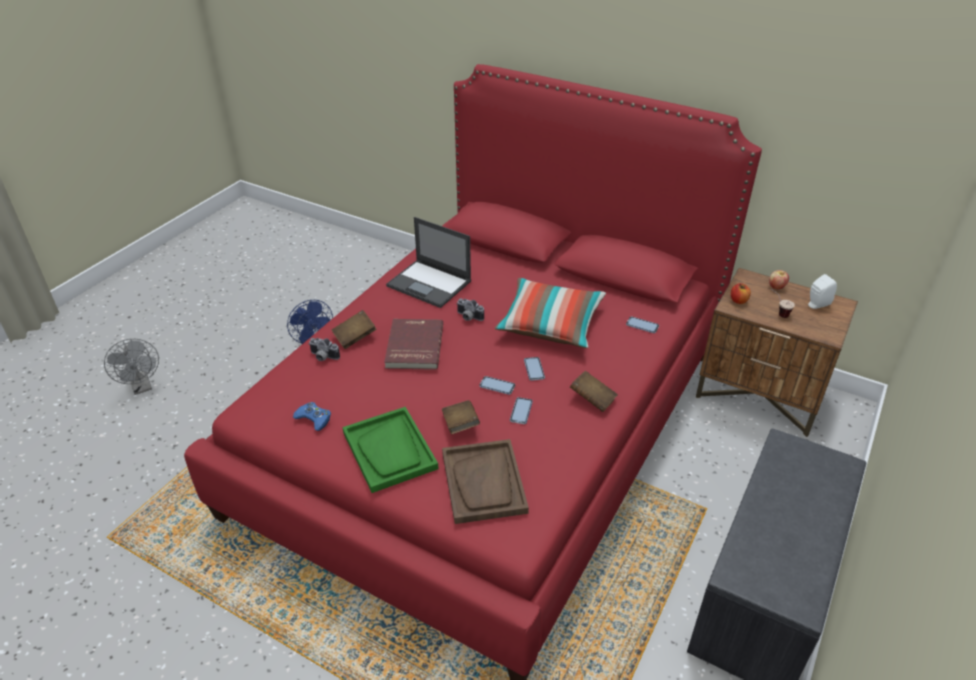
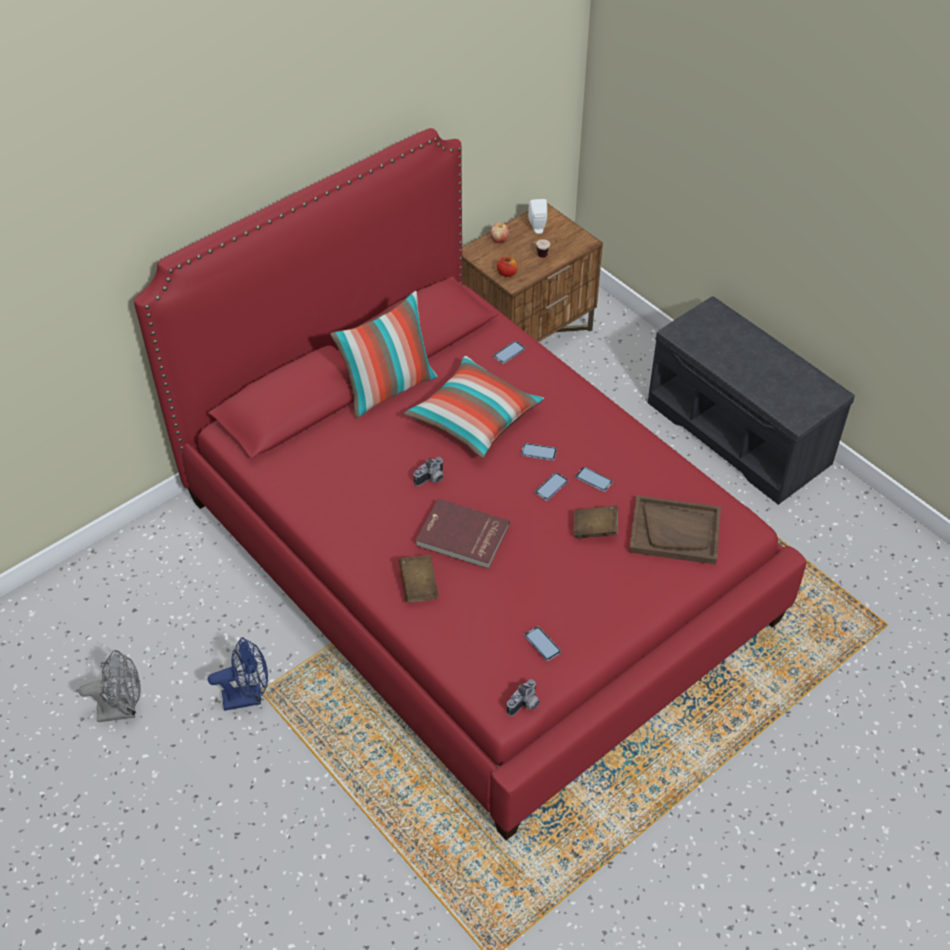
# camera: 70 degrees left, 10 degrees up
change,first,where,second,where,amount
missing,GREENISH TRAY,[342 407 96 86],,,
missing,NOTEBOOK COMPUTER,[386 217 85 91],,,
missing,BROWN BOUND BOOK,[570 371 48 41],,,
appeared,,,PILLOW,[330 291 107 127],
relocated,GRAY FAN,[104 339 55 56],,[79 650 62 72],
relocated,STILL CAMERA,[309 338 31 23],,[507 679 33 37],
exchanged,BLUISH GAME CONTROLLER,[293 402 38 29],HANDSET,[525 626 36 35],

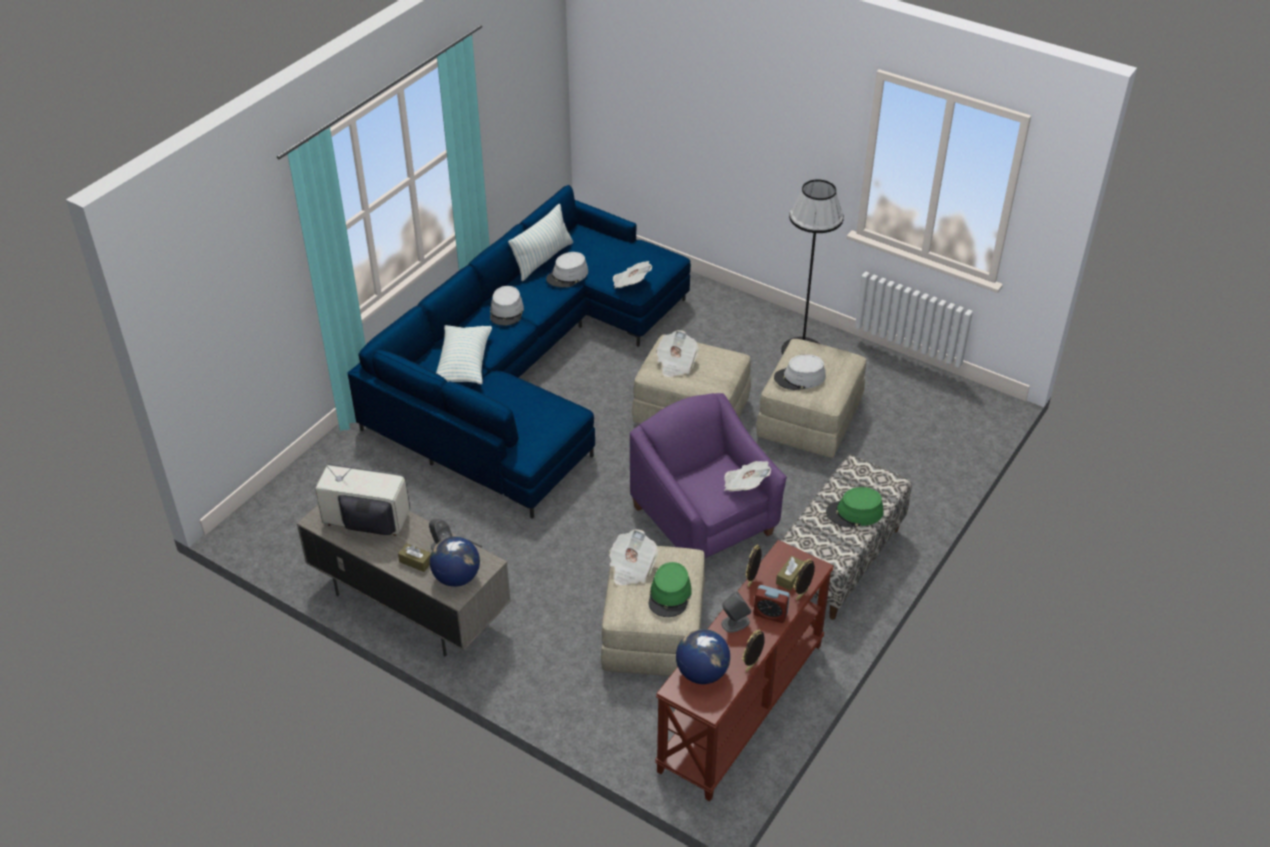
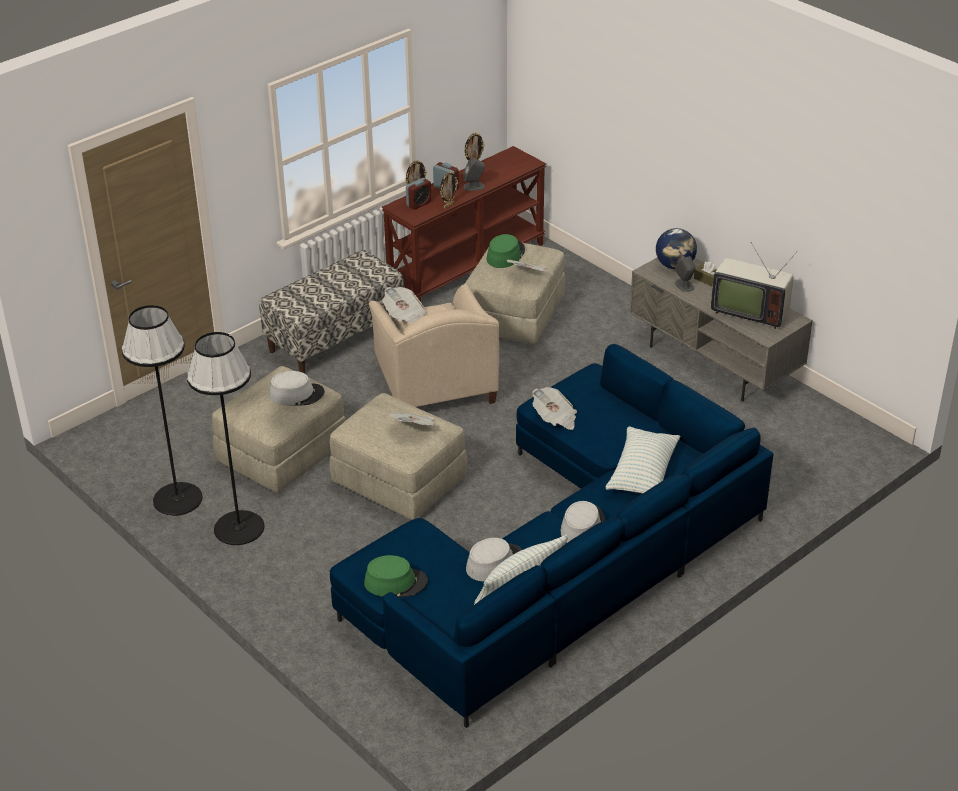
# camera: 165 degrees left, 5 degrees down
change,first,where,second,where,amount
missing,GLOBE,[676 629 54 55],,,
appeared,,,BLACK-COLOURED STANDARD LAMP,[122 305 81 211],
relocated,DAILY PAPER,[613 261 39 28],,[532 387 45 43],
relocated,GREENISH WEARABLE HAT,[826 487 57 40],,[364 555 64 42],
exchanged,BROWN TISSUE HOLDER,[776 556 29 35],TABLE CLOCK,[406 178 25 32],
colour,PURPLE EASY CHAIR,[630 393 157 166],SAND-COLOURED EASY CHAIR,[369 284 130 123],

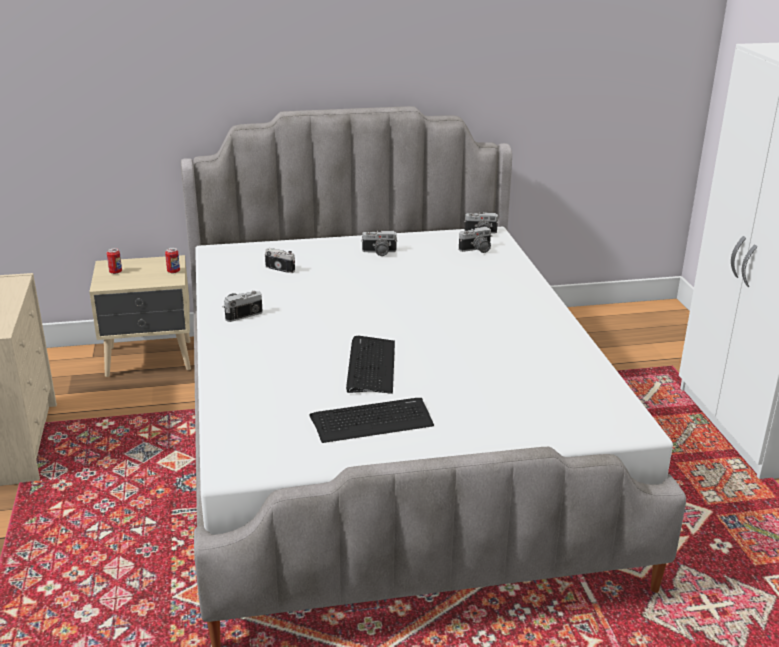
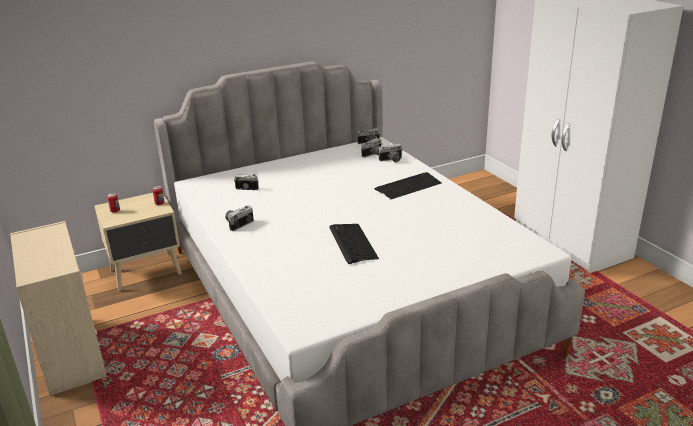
# camera: 15 degrees left, 0 degrees up
change,first,where,second,where,amount
relocated,KEYBOARD,[309 398 125 45],,[375 172 67 27],
relocated,STILL CAMERA,[361 230 36 26],,[379 144 24 18],

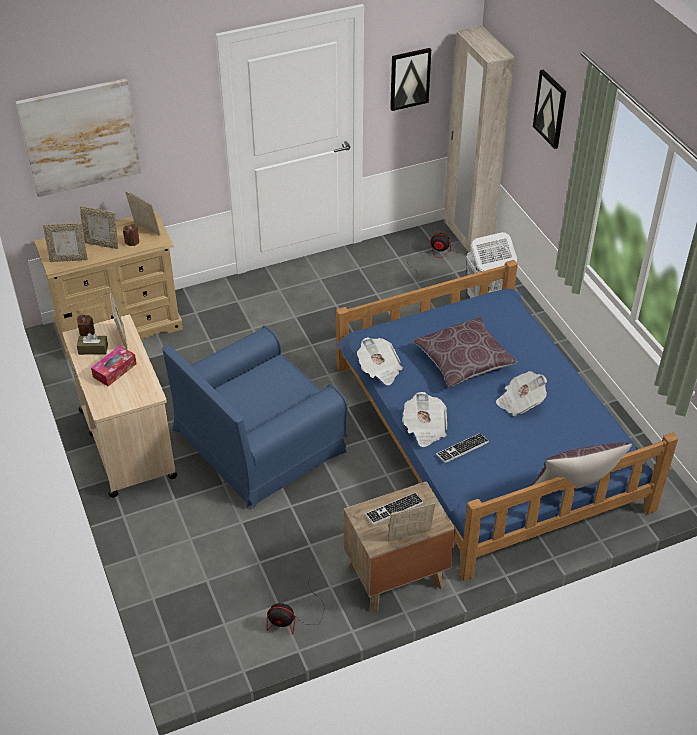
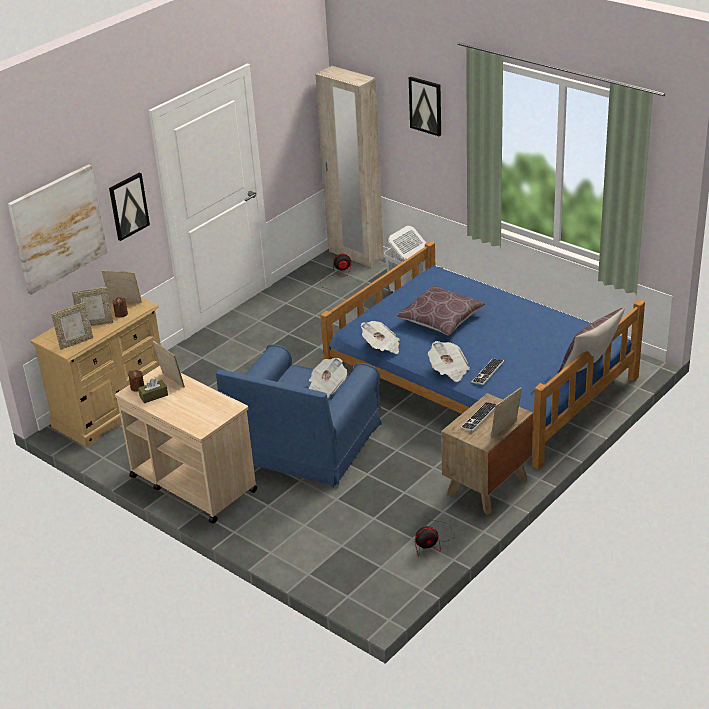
# camera: 25 degrees left, 10 degrees down
change,first,where,second,where,amount
missing,TISSUE HOLDER,[91 346 46 40],,,
relocated,WALL ART,[390 48 41 63],,[109 173 41 68],
relocated,DAILY PAPER,[496 371 51 45],,[309 358 38 40],

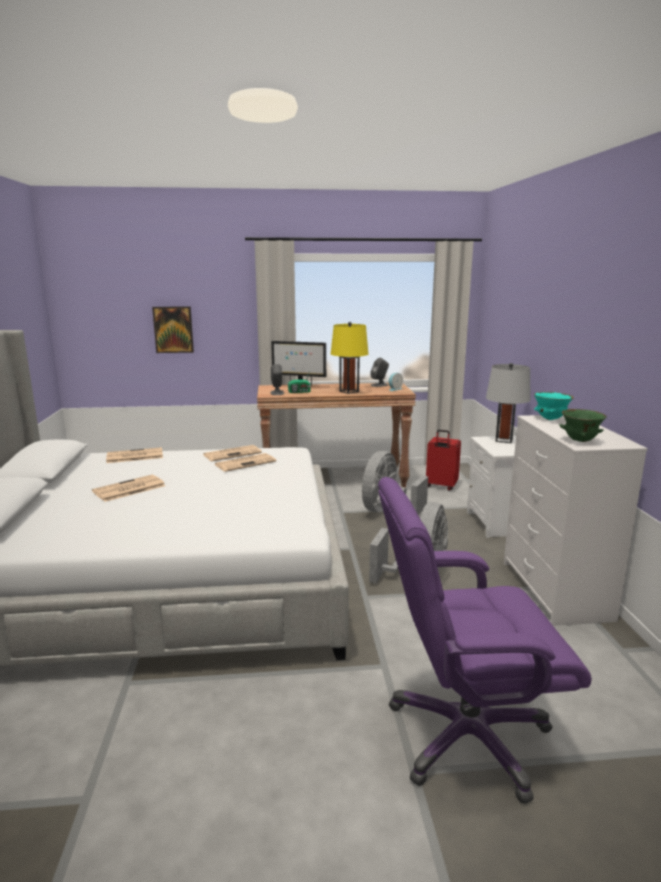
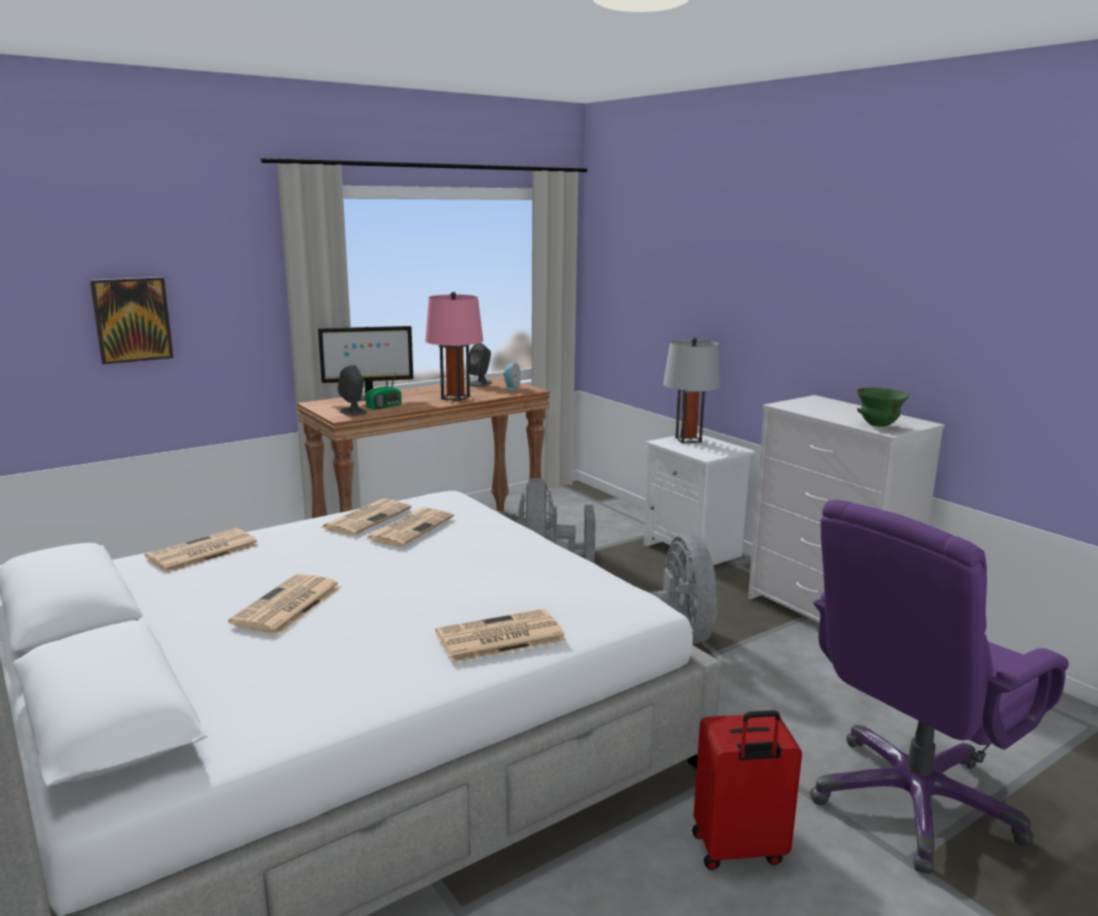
# camera: 30 degrees left, 0 degrees up
change,first,where,second,where,amount
missing,TURQUOISE BOWL,[534 392 40 28],,,
appeared,,,DAILY PAPER,[435 609 131 54],
relocated,RED-COLOURED PIECE OF LUGGAGE,[426 430 35 61],,[692 710 110 160],
colour,YELLOW-COLOURED LAMP FOR A TABLE,[331 322 37 72],PINK-COLOURED LAMP FOR A TABLE,[425 292 58 109],

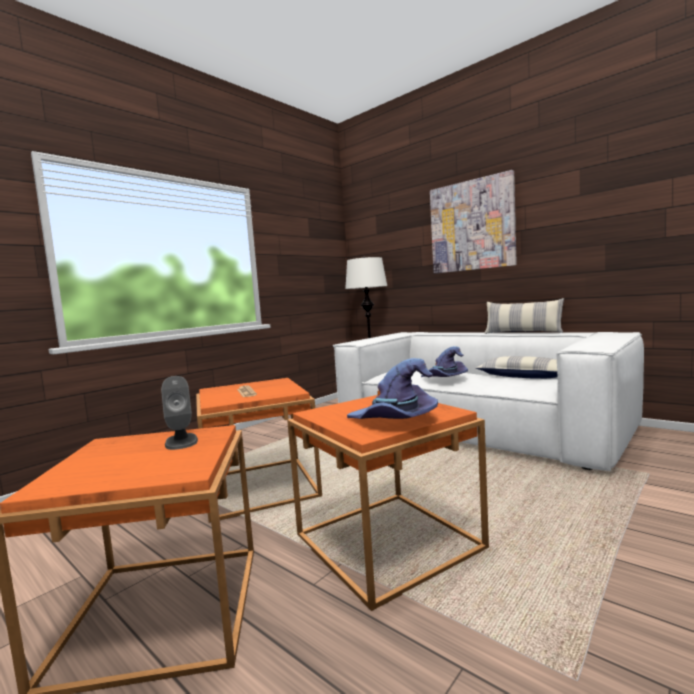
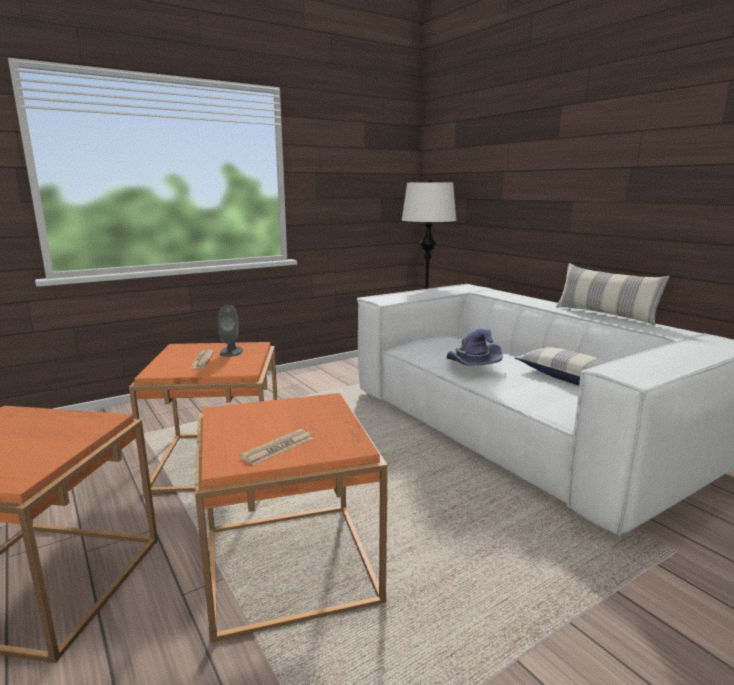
# camera: 15 degrees right, 10 degrees up
change,first,where,second,where,amount
missing,WALL ART,[430 170 87 104],,,
relocated,GRAY SPEAKER,[161 376 37 74],,[218 305 25 52],
exchanged,PURPLE WEARABLE HAT,[347 358 91 61],DAILY PAPER,[240 429 74 36],

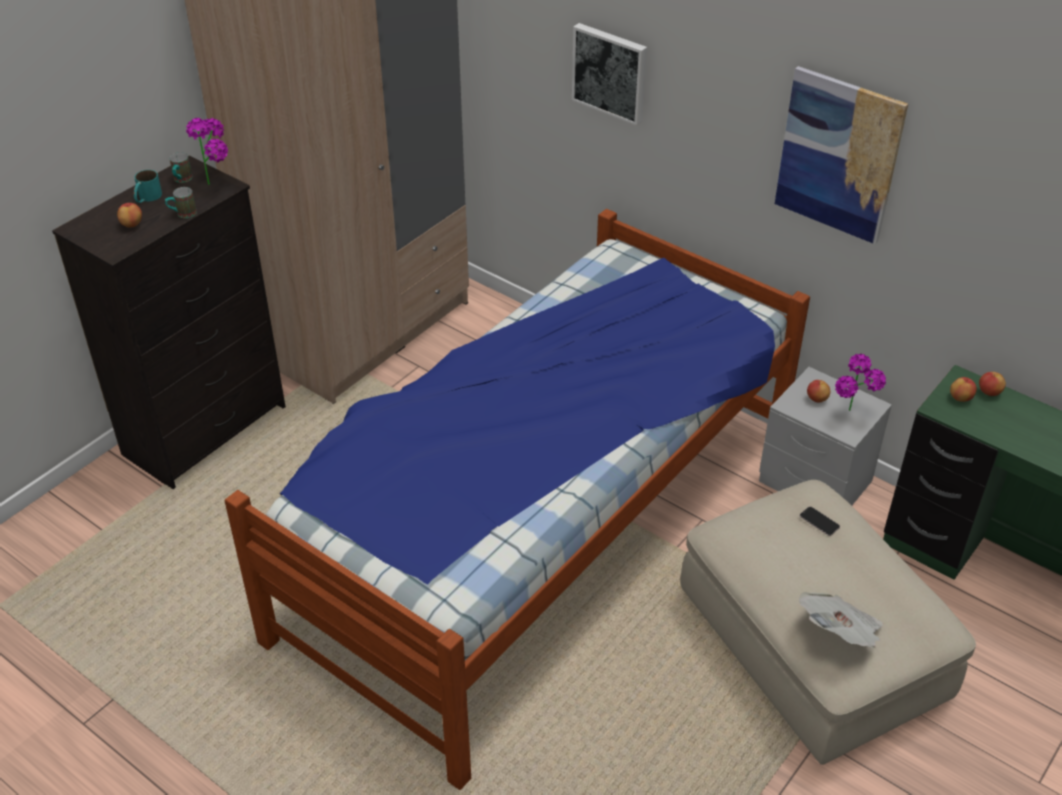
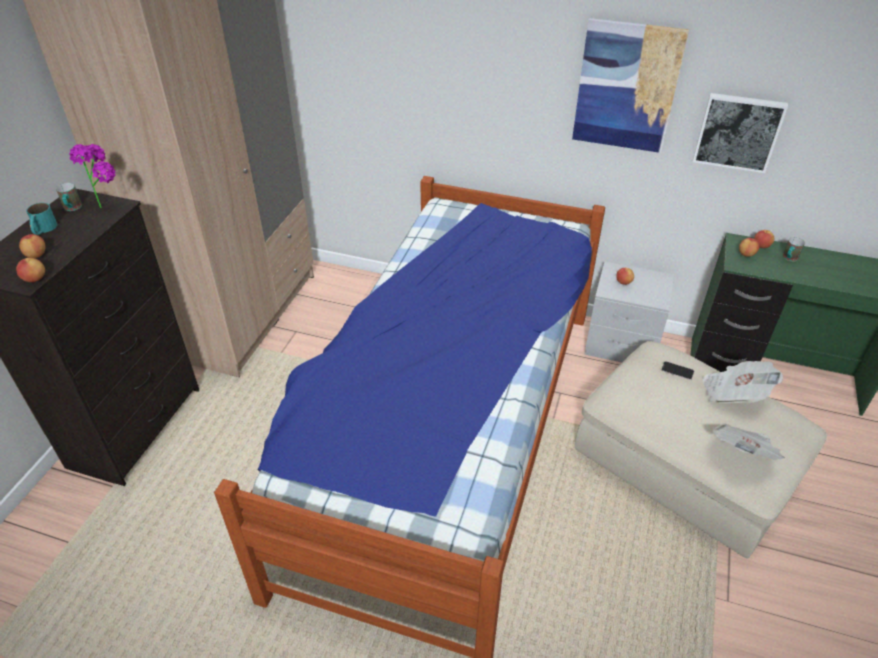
# camera: 20 degrees left, 0 degrees up
change,first,where,second,where,amount
missing,PLANT IN A POT,[835 354 51 57],,,
appeared,,,WHOLE APPLE,[16 258 29 24],
appeared,,,DAILY PAPER,[702 361 81 42],
relocated,TEA MUG,[165 187 32 31],,[783 237 22 25],
relocated,WALL ART,[572 23 75 103],,[693 93 95 80],

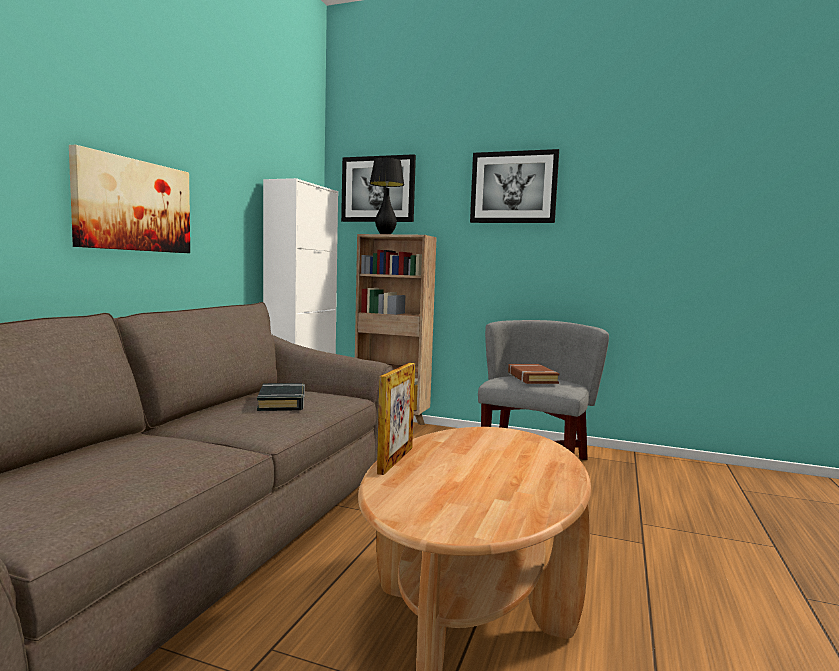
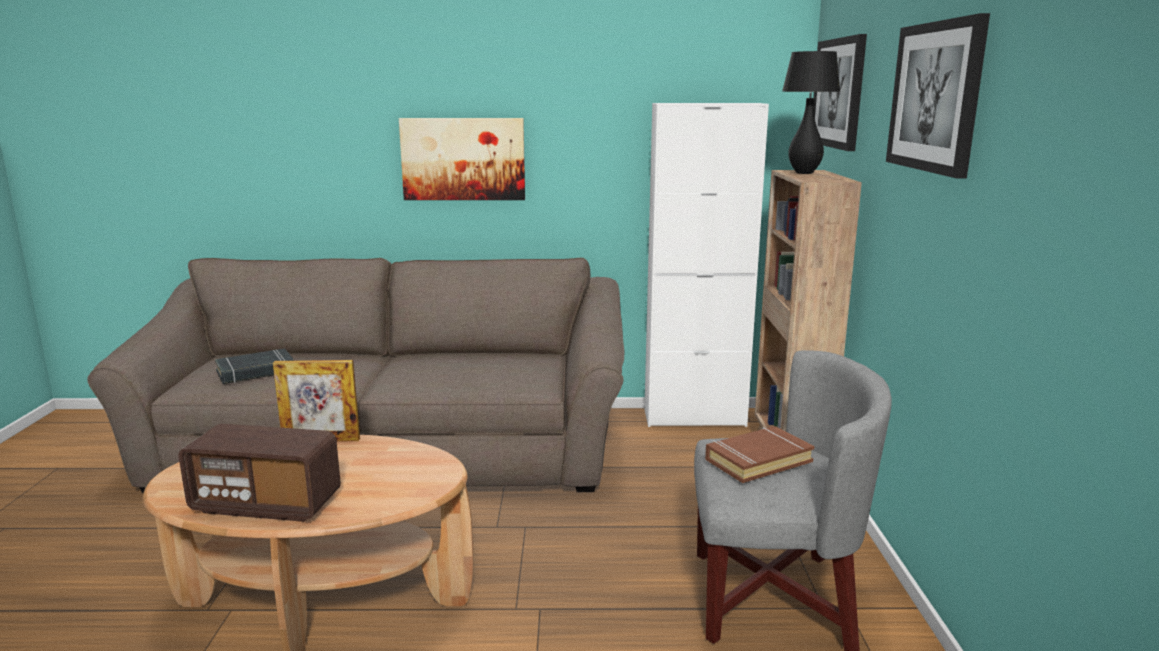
# camera: 70 degrees right, 10 degrees up
change,first,where,second,where,amount
appeared,,,RADIO,[179 424 162 98],
relocated,BLACK-COLOURED BOUND BOOK,[257 383 48 28],,[215 348 79 36],

